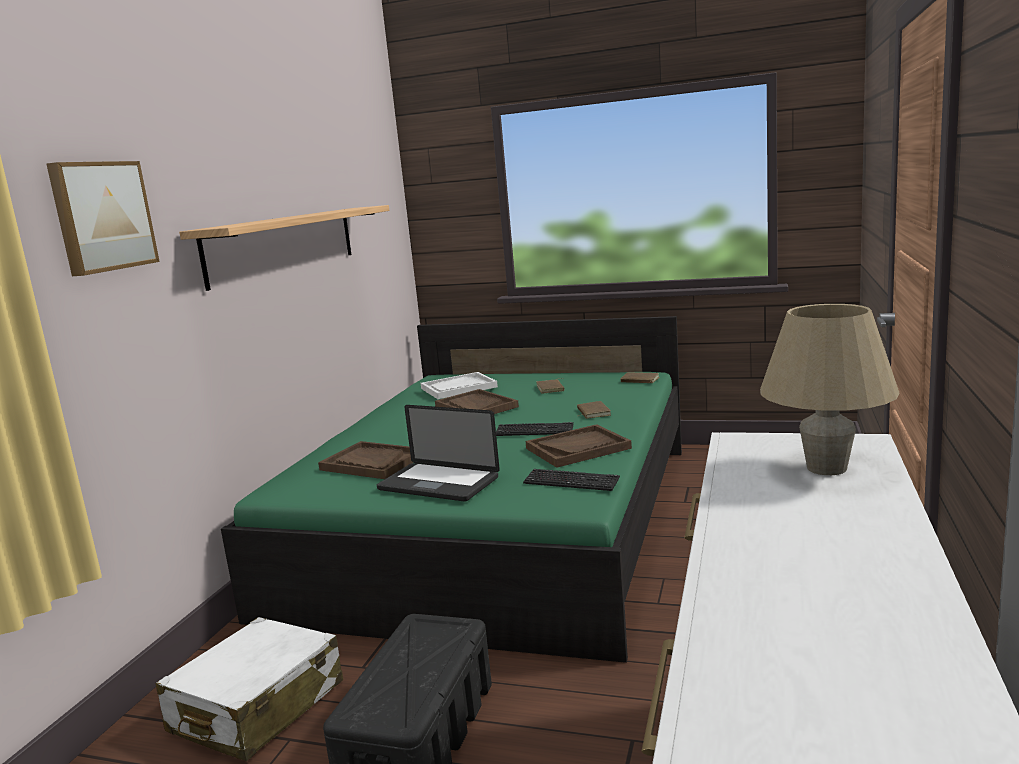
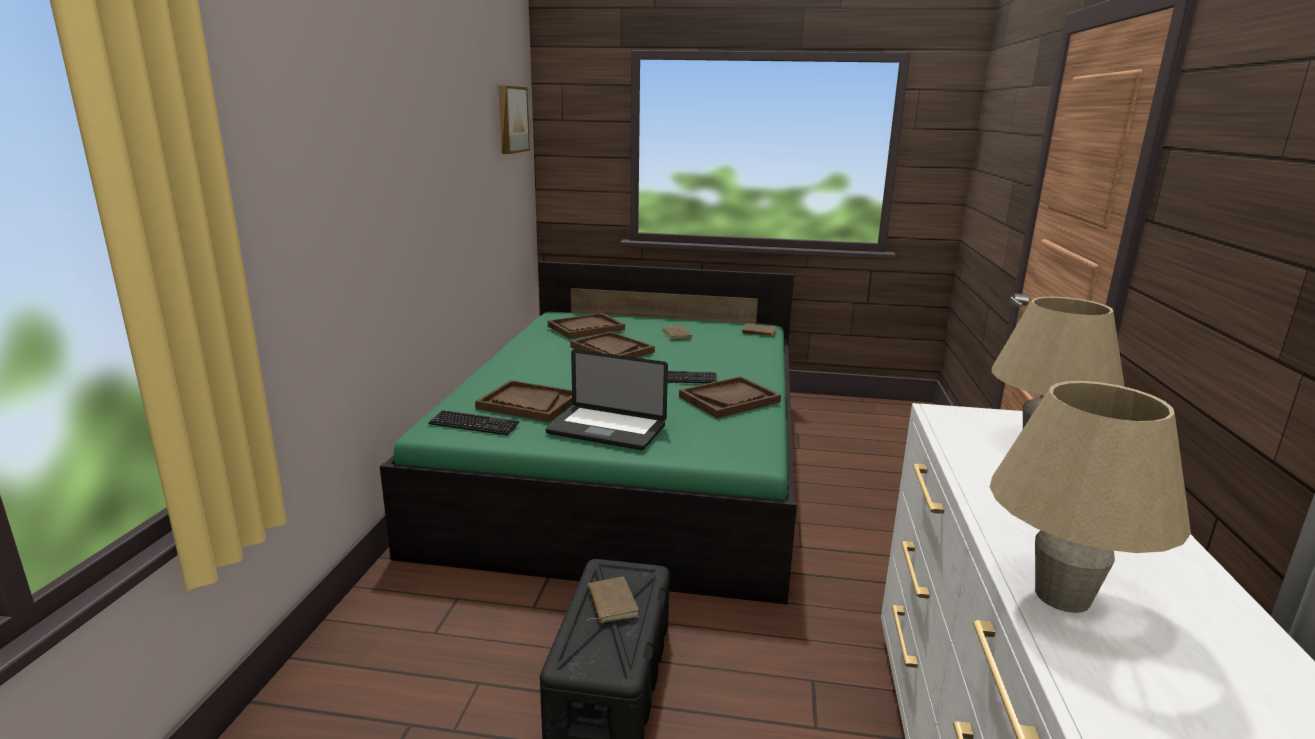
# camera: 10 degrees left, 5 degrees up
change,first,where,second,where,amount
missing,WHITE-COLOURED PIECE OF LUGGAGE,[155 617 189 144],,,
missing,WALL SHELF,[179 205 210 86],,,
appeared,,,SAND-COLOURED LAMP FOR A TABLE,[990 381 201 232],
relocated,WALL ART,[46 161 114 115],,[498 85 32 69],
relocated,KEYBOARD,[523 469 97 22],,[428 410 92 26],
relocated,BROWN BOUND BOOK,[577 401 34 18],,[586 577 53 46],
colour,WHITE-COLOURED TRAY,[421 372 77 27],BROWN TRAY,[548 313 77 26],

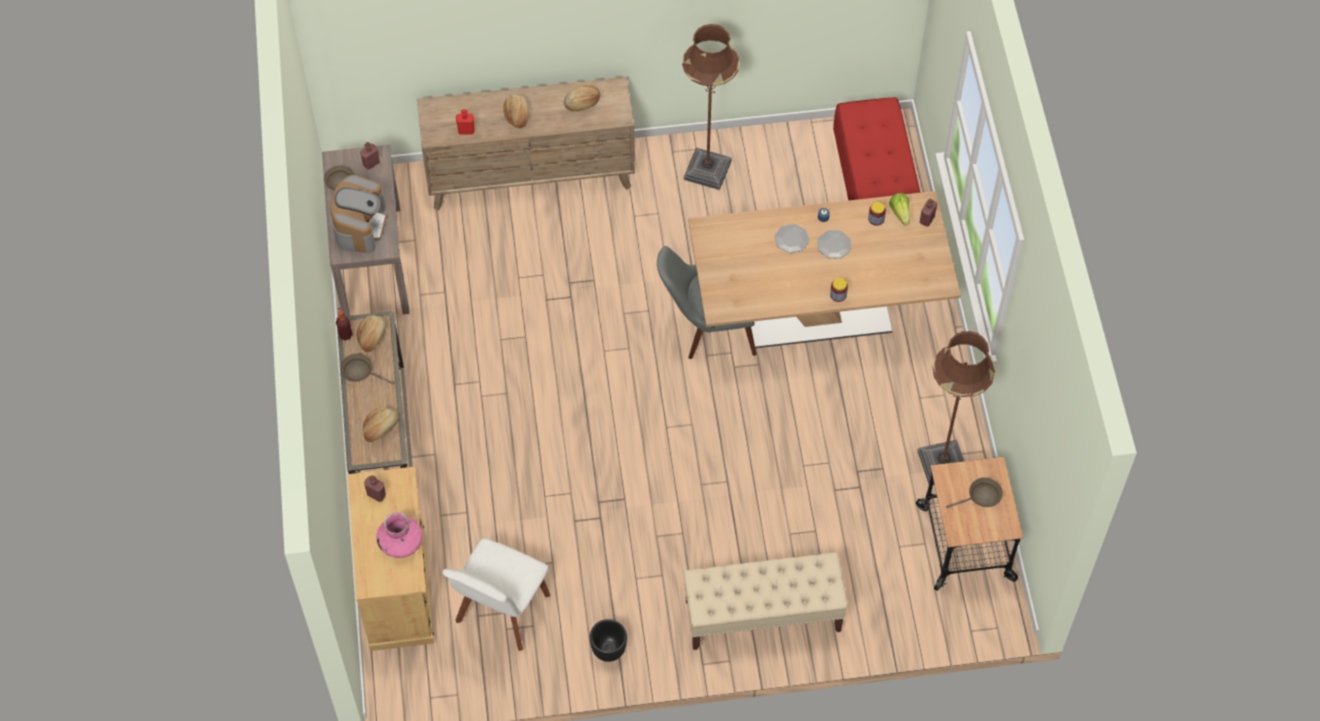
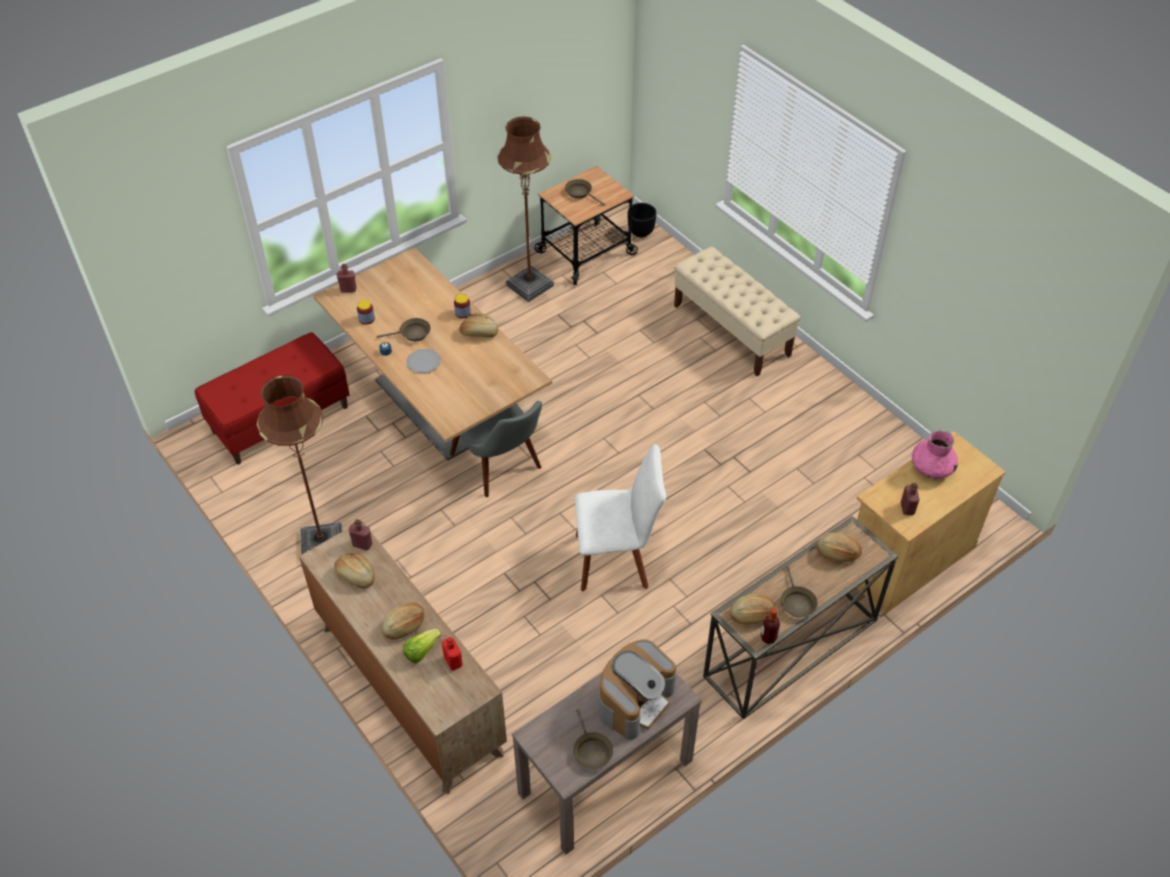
# camera: 120 degrees left, 10 degrees down
change,first,where,second,where,amount
appeared,,,BAKED BREAD,[460 313 38 24],
relocated,RED-COLOURED BEVERAGE BOTTLE,[360 142 20 28],,[349 519 23 32],
relocated,WHITE-COLOURED UPRIGHT CHAIR,[442 538 108 113],,[575 444 91 148],
relocated,BLACK-COLOURED PLANT POT,[590 619 37 43],,[628 203 28 34],
relocated,LETTUCE,[889 193 21 32],,[403 629 38 35],
exchanged,DINNER PLATE,[818 230 33 29],BROWN SKILLET,[377 318 54 23],
spun,COFFEE BREWER,[330 175 57 79],,[598 639 78 101],150 degrees clockwise

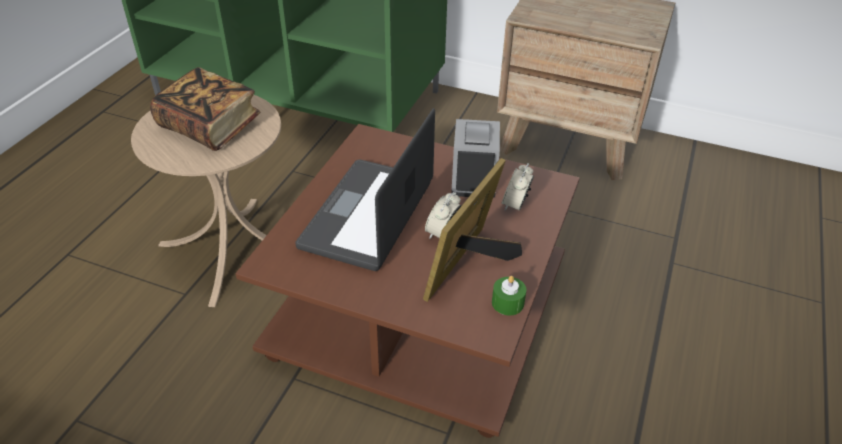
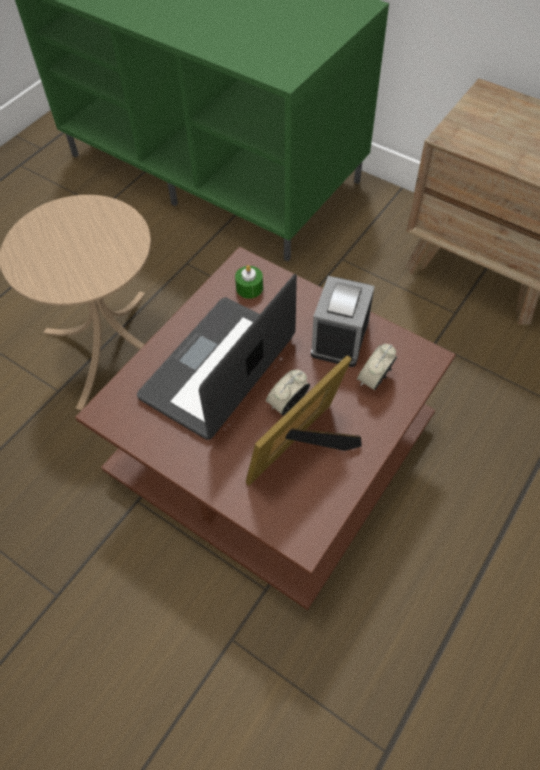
# camera: 15 degrees right, 15 degrees up
change,first,where,second,where,amount
missing,BOUND BOOK,[150 67 111 84],,,
relocated,GREENISH CANDLE,[492 276 34 39],,[235 265 28 34],

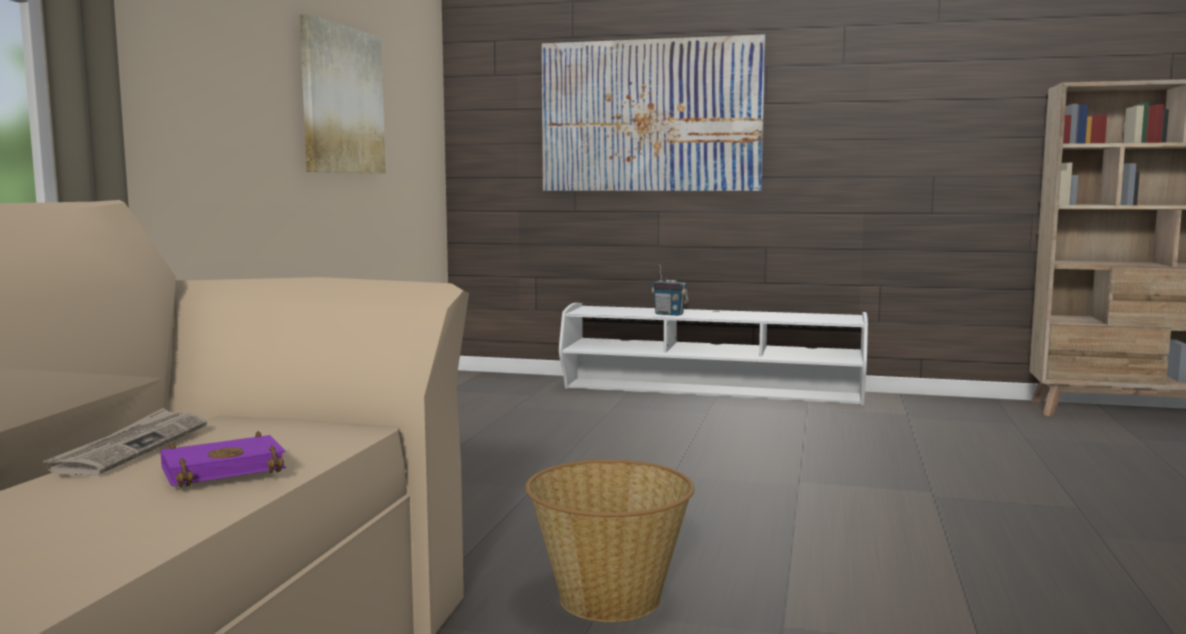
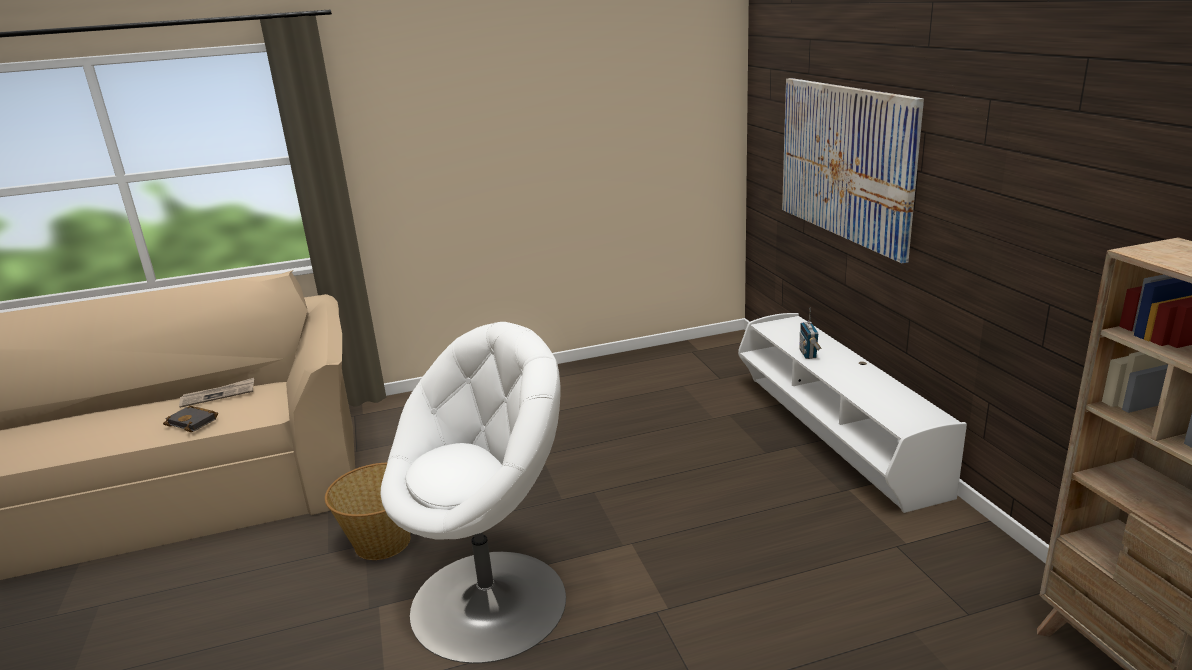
# camera: 60 degrees right, 15 degrees up
change,first,where,second,where,amount
missing,WALL ART,[300 14 86 160],,,
appeared,,,WHITE-COLOURED EASY CHAIR,[381 322 185 342],
colour,PURPLE BOUND BOOK,[161 431 125 56],BLACK-COLOURED BOUND BOOK,[163 405 55 27],

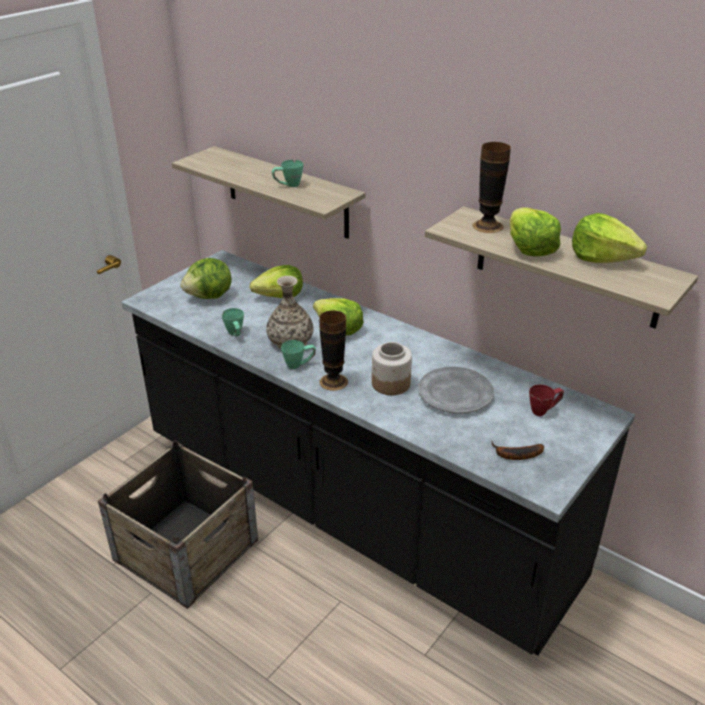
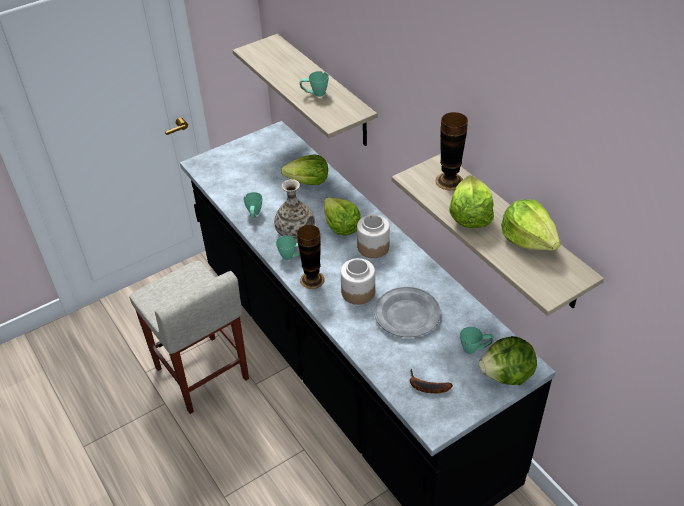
# camera: 20 degrees right, 10 degrees up
change,first,where,second,where,amount
appeared,,,PRESERVE JAR,[357 215 33 43],
relocated,LETTUCE,[180 258 52 41],,[478 336 59 49],
exchanged,CRATE,[98 441 160 168],SAND-COLOURED STOOL,[129 261 120 153],
colour,RED-COLOURED TEA MUG,[529 385 35 31],GREENISH TEA MUG,[460 327 34 27],

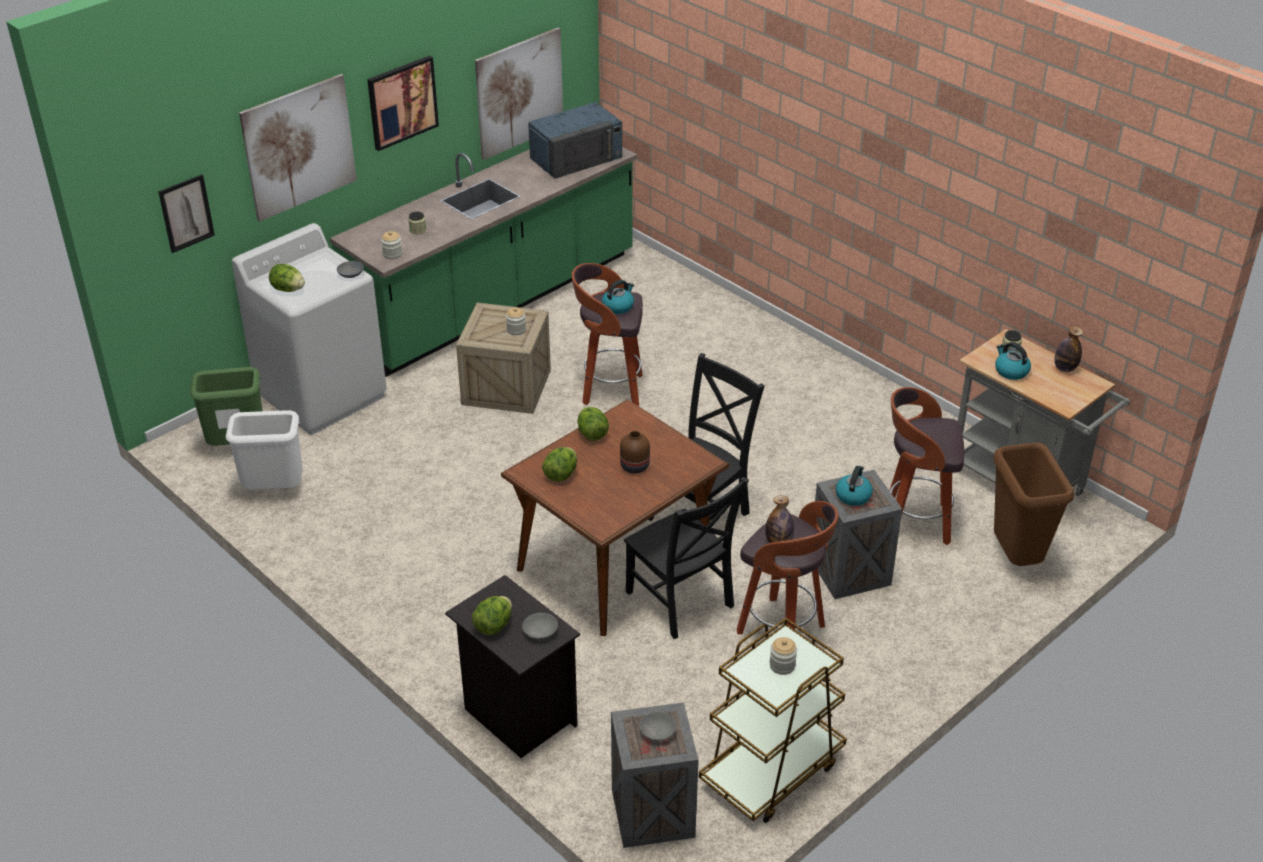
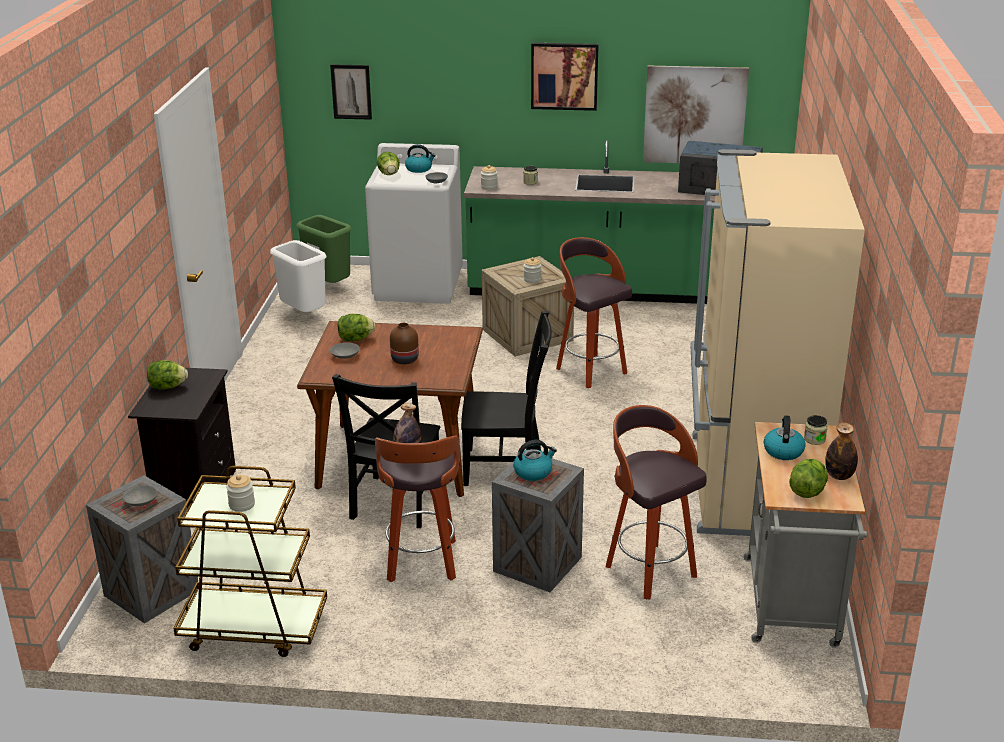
# camera: 50 degrees right, 10 degrees down
change,first,where,second,where,amount
missing,WALL ART,[239 74 118 148],,,
missing,BROWN TRASH CAN,[993 442 82 124],,,
appeared,,,SAND-COLOURED KITCHEN FRIDGE,[691 149 174 387],
relocated,GRAY BOWL,[522 613 36 26],,[330 343 30 16],
relocated,LETTUCE,[577 407 32 34],,[789 459 39 39],
relocated,KETTLE,[602 280 32 34],,[405 144 31 29],

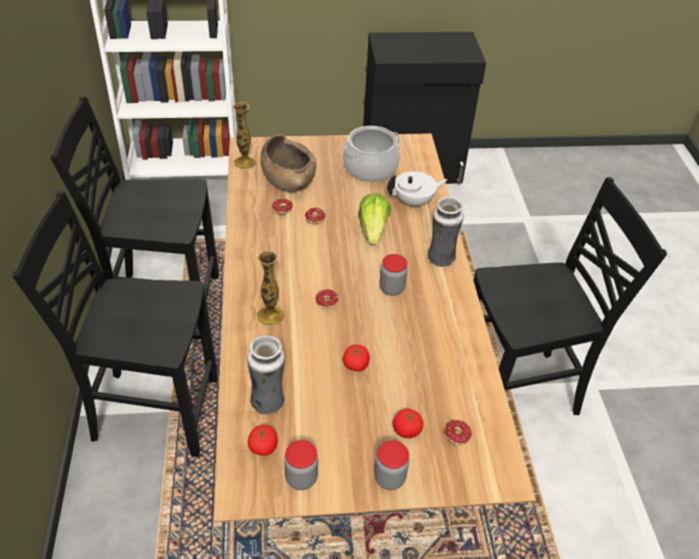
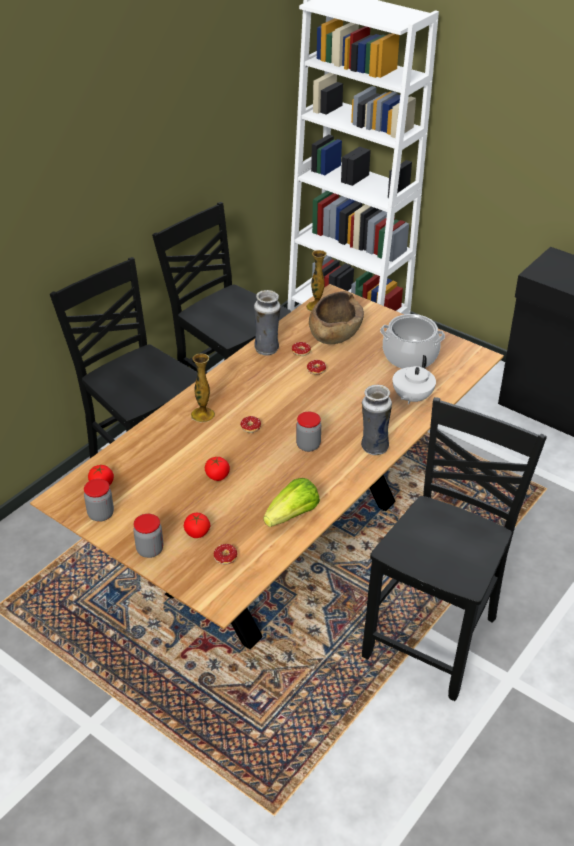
# camera: 45 degrees right, 5 degrees down
change,first,where,second,where,amount
relocated,VASE,[247 335 38 80],,[254 290 27 65],
relocated,LETTUCE,[358 193 33 51],,[264 478 56 49],
spun,WHITE-COLOURED TEA POT,[387 171 60 38],,[392 355 44 49],90 degrees clockwise
spun,BLACK-COLOURED UPRIGHT CHAIR,[474 177 193 238],,[362 397 185 304],90 degrees counterclockwise

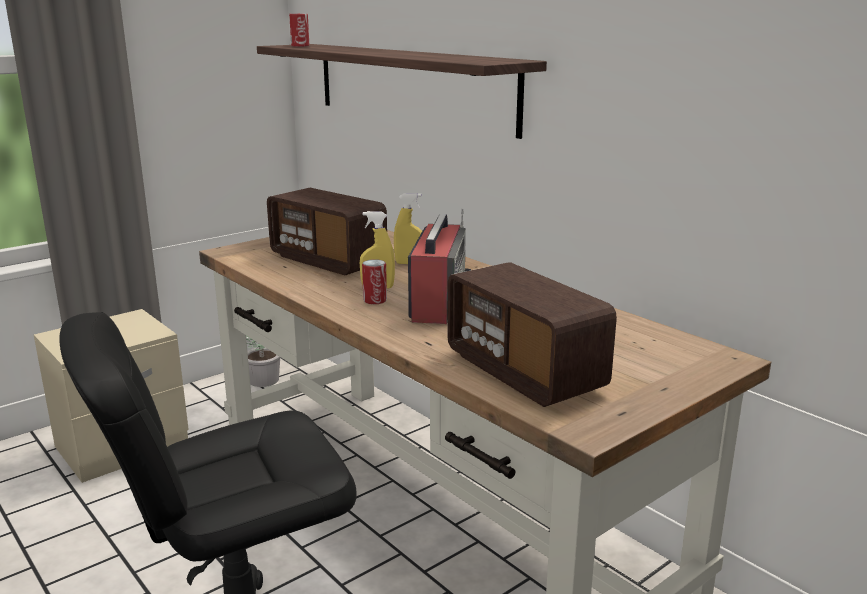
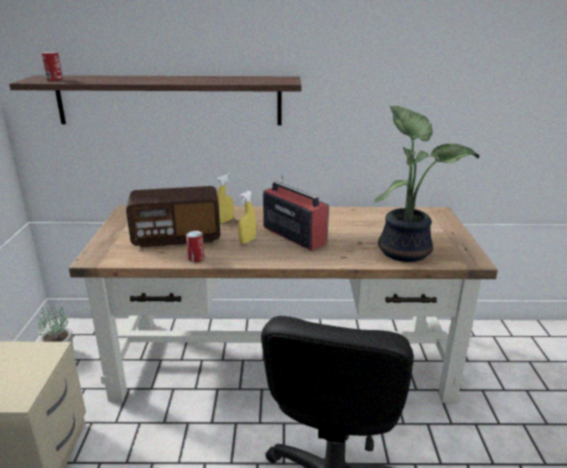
# camera: 50 degrees left, 5 degrees up
change,first,where,second,where,amount
relocated,CAN,[362 259 25 45],,[186 231 18 31],
exchanged,RADIO,[447 263 170 144],PLANT IN A POT,[375 106 105 156],

